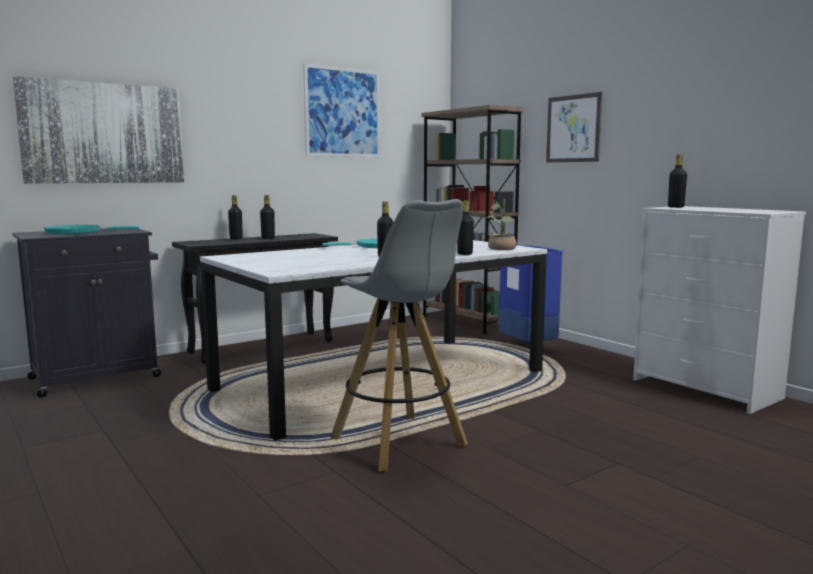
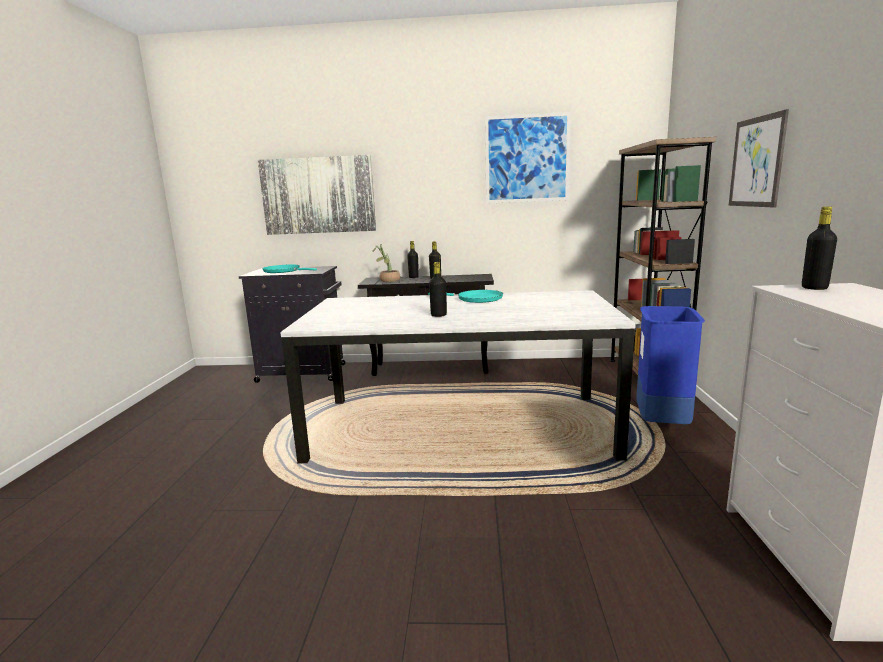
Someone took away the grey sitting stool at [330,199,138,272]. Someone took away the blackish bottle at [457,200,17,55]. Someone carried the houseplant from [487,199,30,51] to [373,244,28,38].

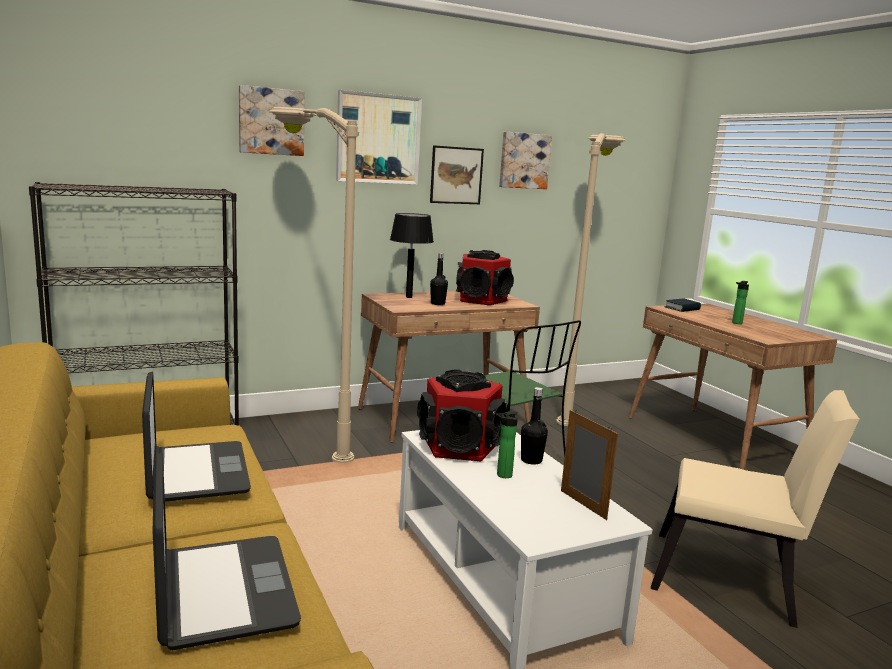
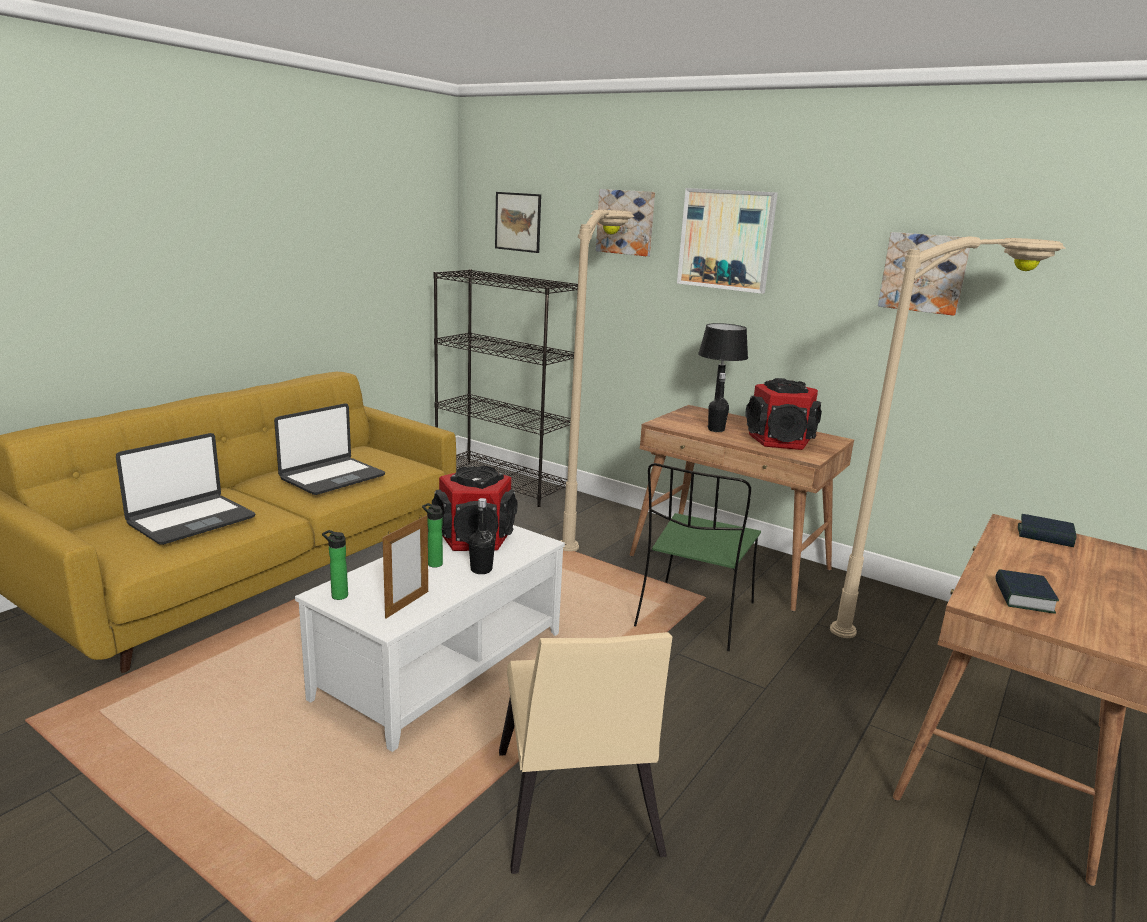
Someone put down the bound book at [995,569,64,45]. Someone carried the wall picture from [430,145,54,59] to [495,192,46,61]. Someone carried the bottle from [732,281,17,43] to [322,530,26,70].

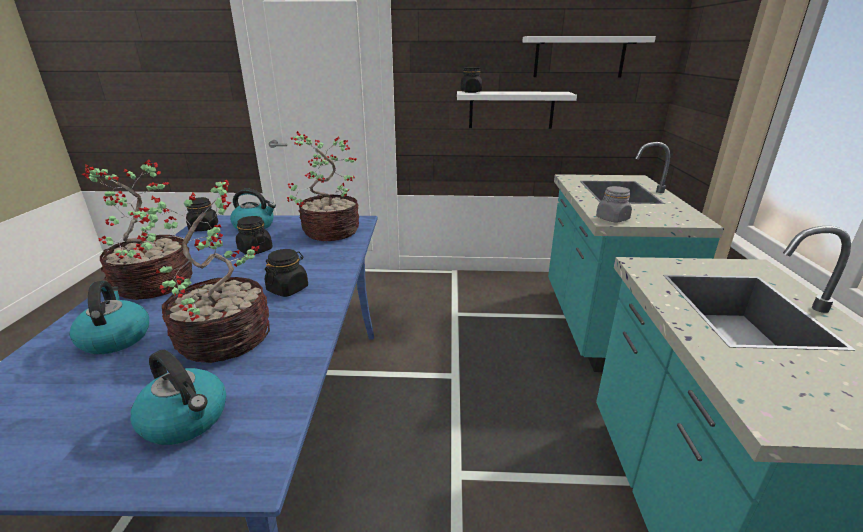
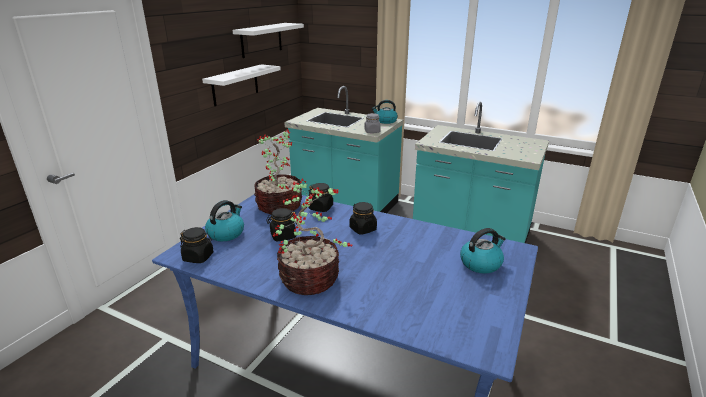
Someone took away the houseplant at [132,180,138,183]. Someone carried the tea kettle from [70,281,79,73] to [372,100,26,24]. Someone carried the blackish storage jar from [461,67,21,26] to [308,183,25,29].

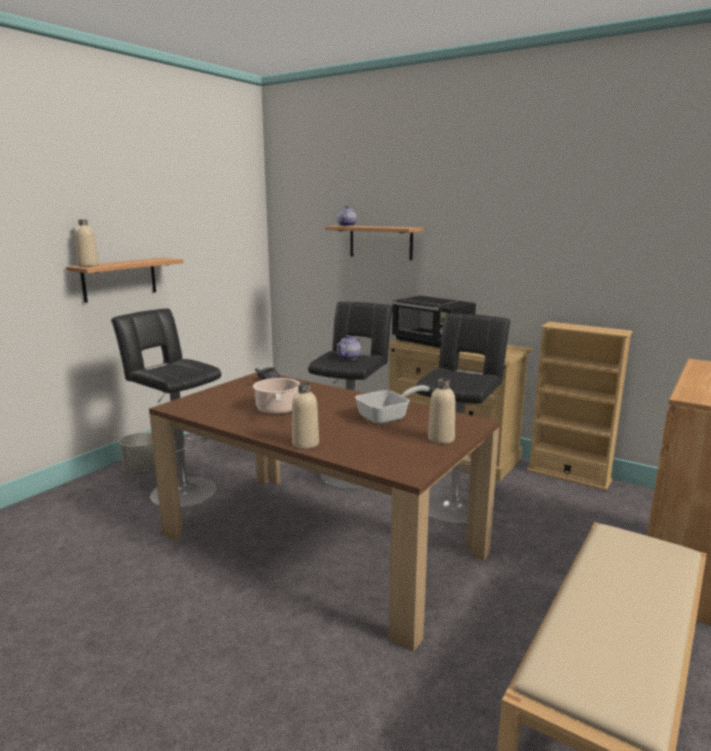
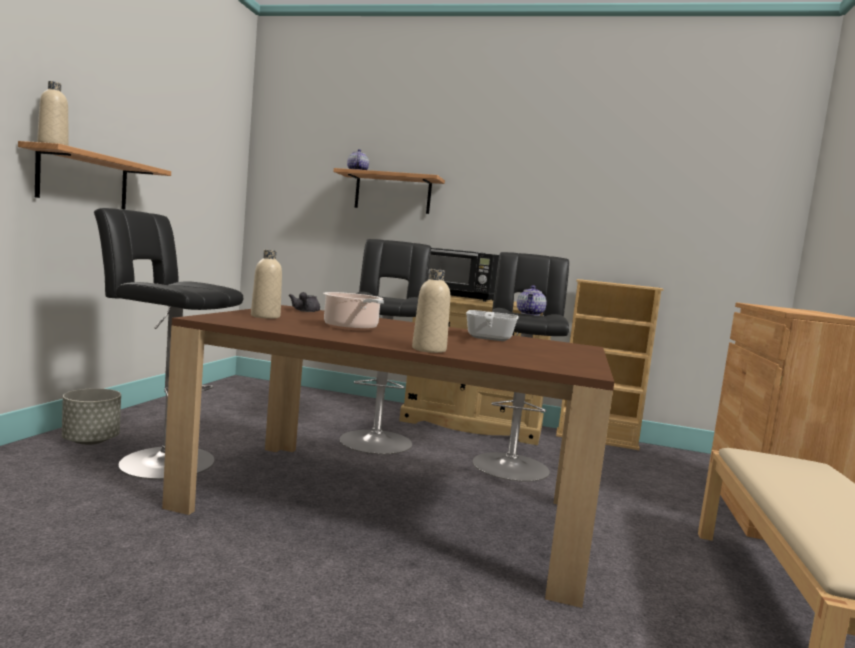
Someone carried the teapot from [337,335,24,25] to [517,285,30,31]. Someone carried the sand-coloured bottle from [428,379,27,65] to [251,250,31,69]. Someone rotated the pan at [355,385,75,39] by 150 degrees clockwise.

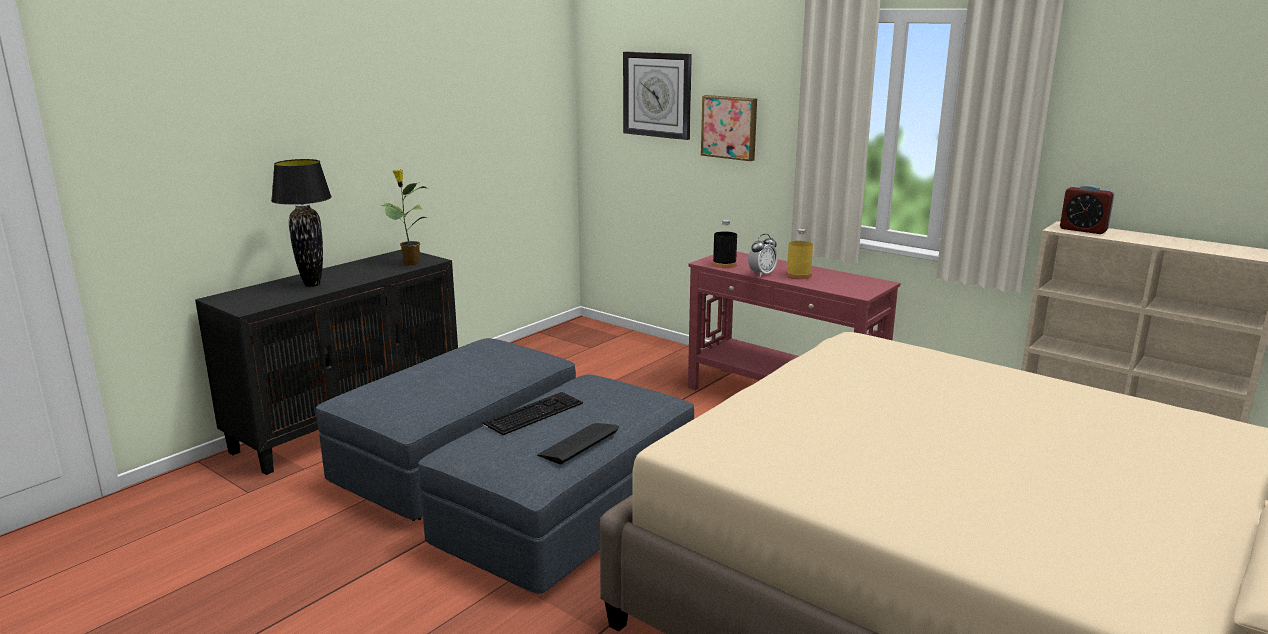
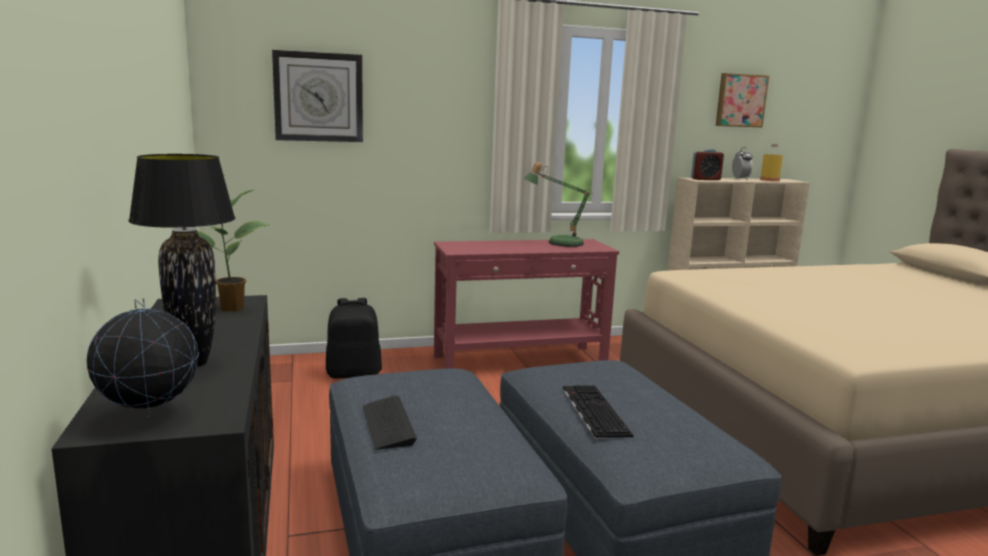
Someone took away the blackish bottle at [713,220,24,48]. Someone put down the desk globe at [87,299,112,118]. Someone put down the blackish knapsack at [326,298,56,81]. Someone put down the tabletop lamp at [524,162,68,85]. Someone carried the keyboard from [537,423,82,41] to [363,395,54,55]. Someone carried the wall picture from [701,95,56,66] to [716,73,53,55]. Someone carried the alarm clock from [748,234,30,43] to [732,147,21,32]. Someone carried the yellow bottle from [786,229,27,50] to [760,144,23,37].

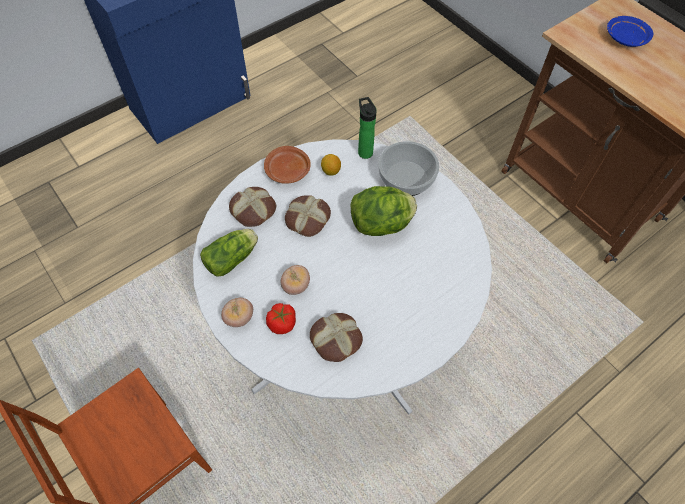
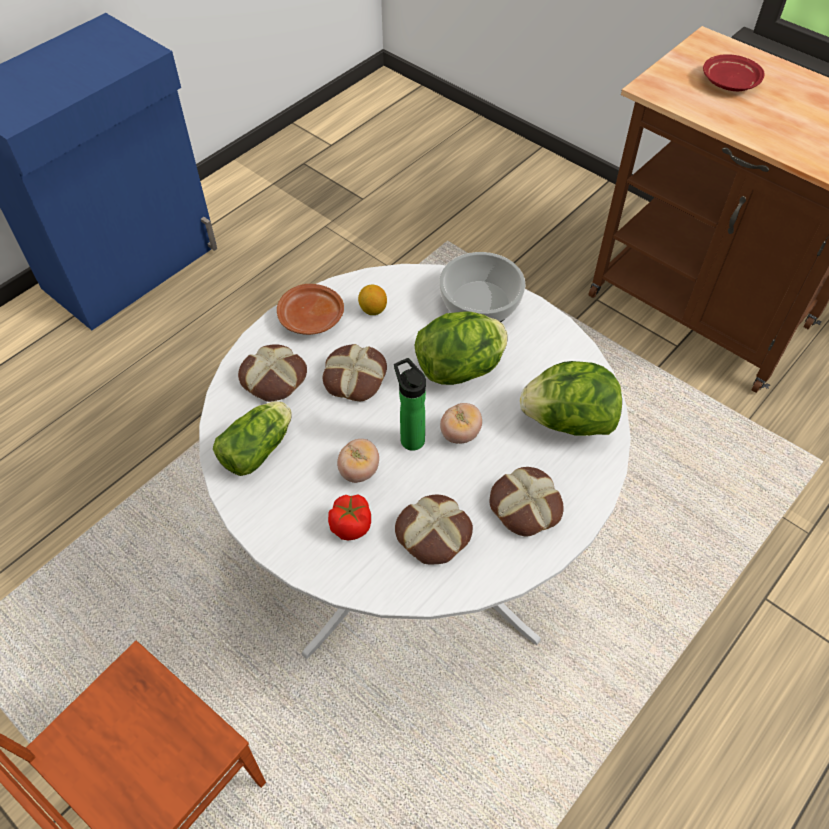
Someone put down the bread at [490,467,74,69]. Someone put down the head of lettuce at [520,361,102,75]. Someone carried the tomato from [221,298,32,29] to [440,403,42,41]. Someone carried the bottle from [358,97,19,62] to [394,358,32,93]. Someone repainted the blue-coloured plate at [607,16,46,31], which became the red plate at [703,54,62,37].

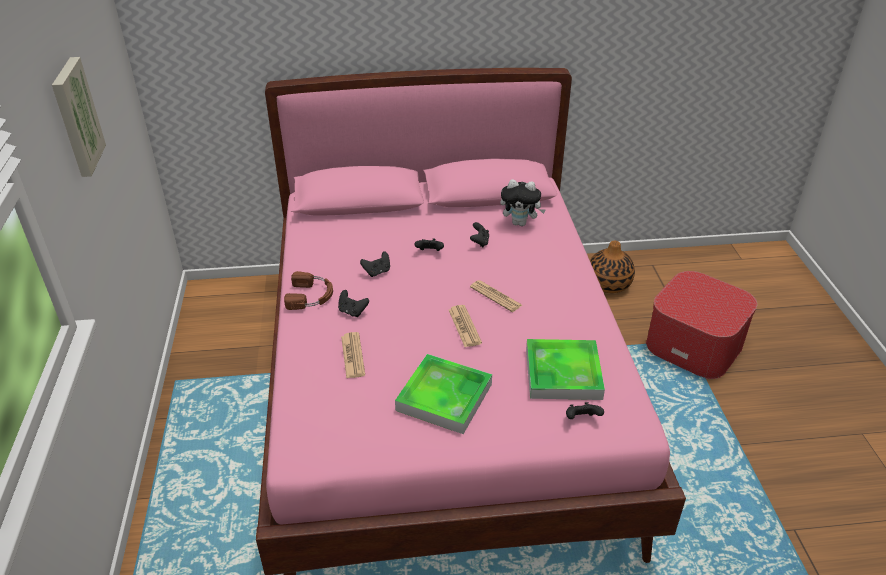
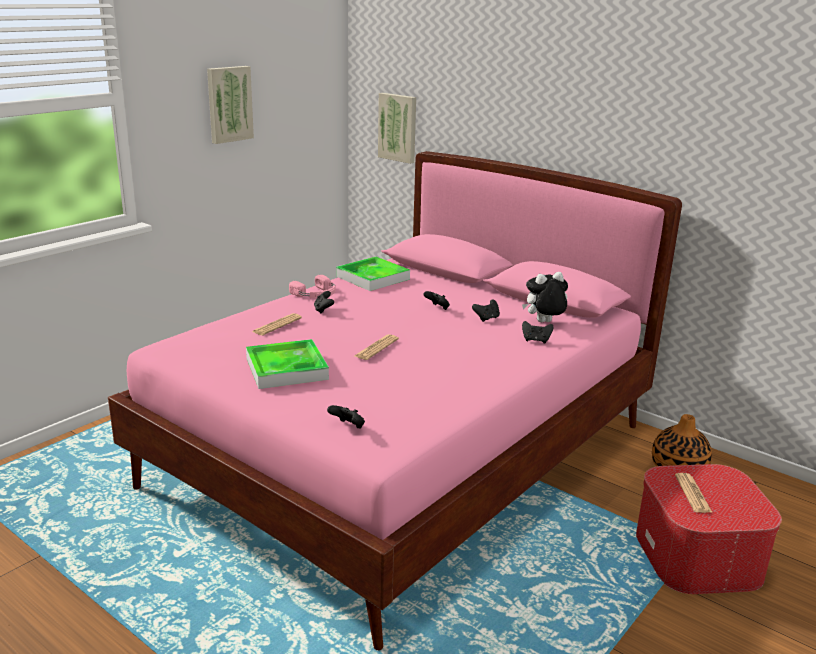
Someone put up the wall picture at [378,93,38,71]. Someone carried the blackish game controller from [360,251,30,26] to [522,321,32,22]. Someone carried the newspaper from [470,280,52,32] to [675,473,38,40]. Someone carried the serving tray from [526,339,79,61] to [336,257,74,34]. Someone repainted the brownish pair of headphones at [284,271,49,39], which became the pink-coloured pair of headphones at [289,275,47,23]. Someone rotated the plush toy at [500,179,46,47] by 105 degrees clockwise.

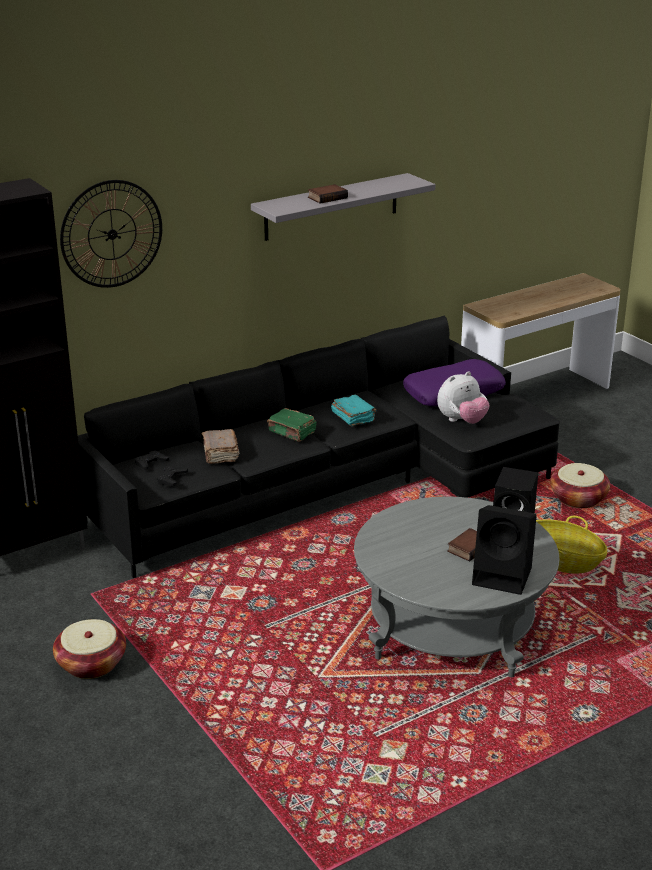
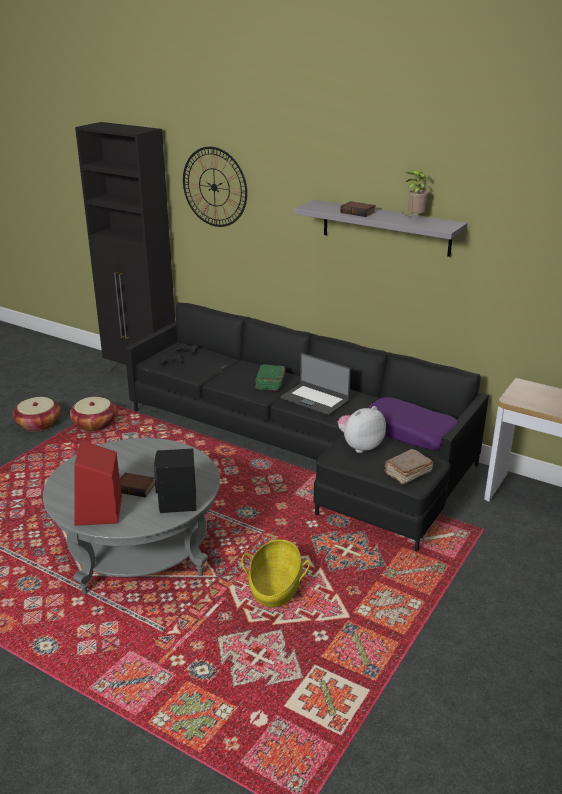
Someone put down the houseplant at [406,170,23,46]. Someone carried the brownish bound book from [202,429,37,35] to [384,449,49,36]. Someone carried the storage basket from [550,463,60,45] to [70,397,47,34]. Someone swapped the turquoise bound book at [331,395,46,31] for the portable computer at [280,353,71,62]. Someone repainted the blackish speaker at [472,505,65,90], which became the red speaker at [74,440,48,86]. Someone rotated the plush toy at [437,371,53,53] by 120 degrees clockwise.

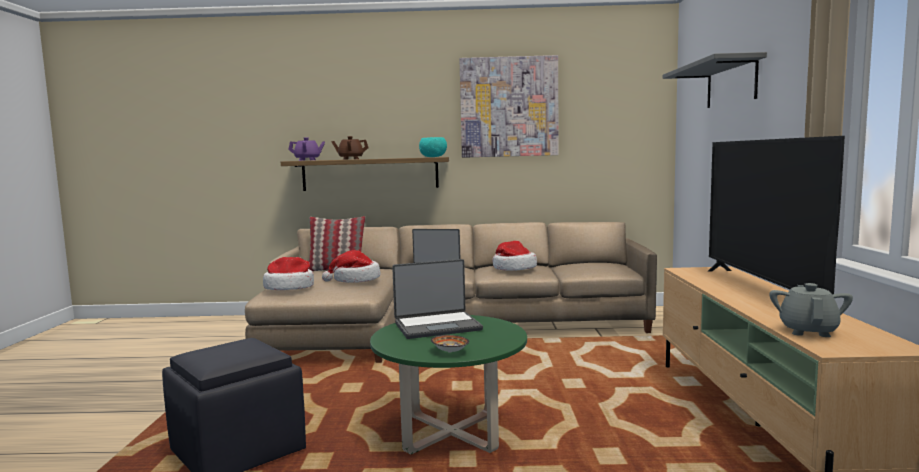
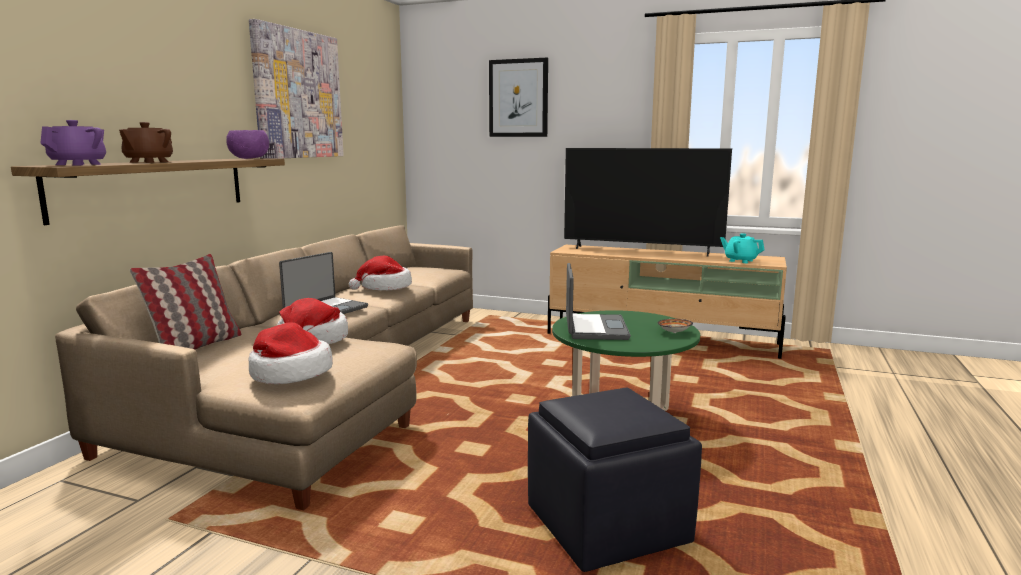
Someone swapped the grey bracket shelf at [663,52,104,56] for the wall picture at [489,58,59,79]. Someone repainted the turquoise bowl at [419,137,28,20], which became the purple bowl at [226,130,43,29]. Someone repainted the grey teapot at [769,283,84,54], which became the turquoise teapot at [720,233,45,30].

